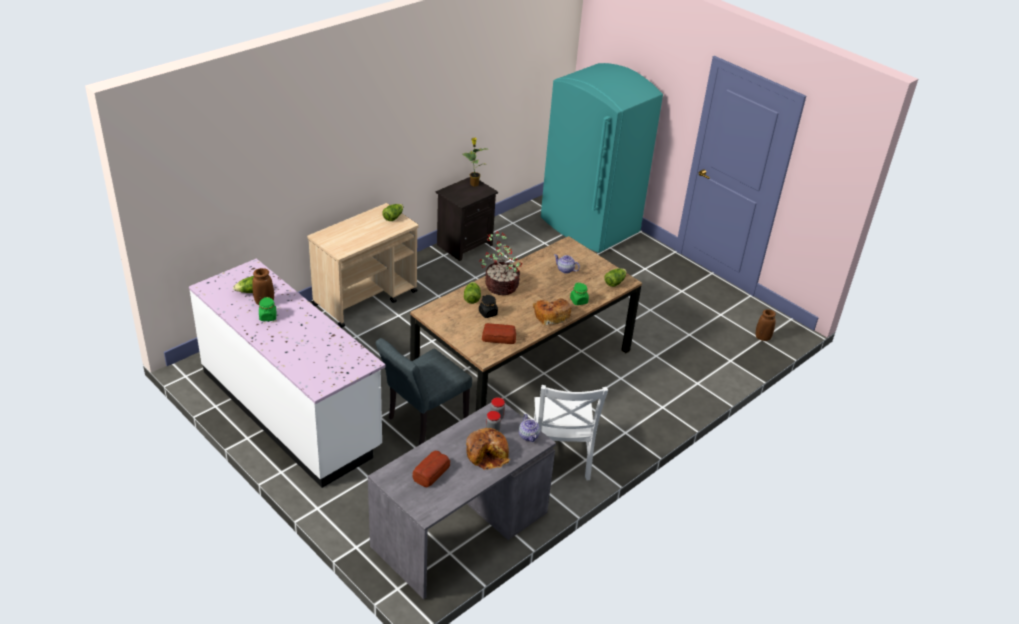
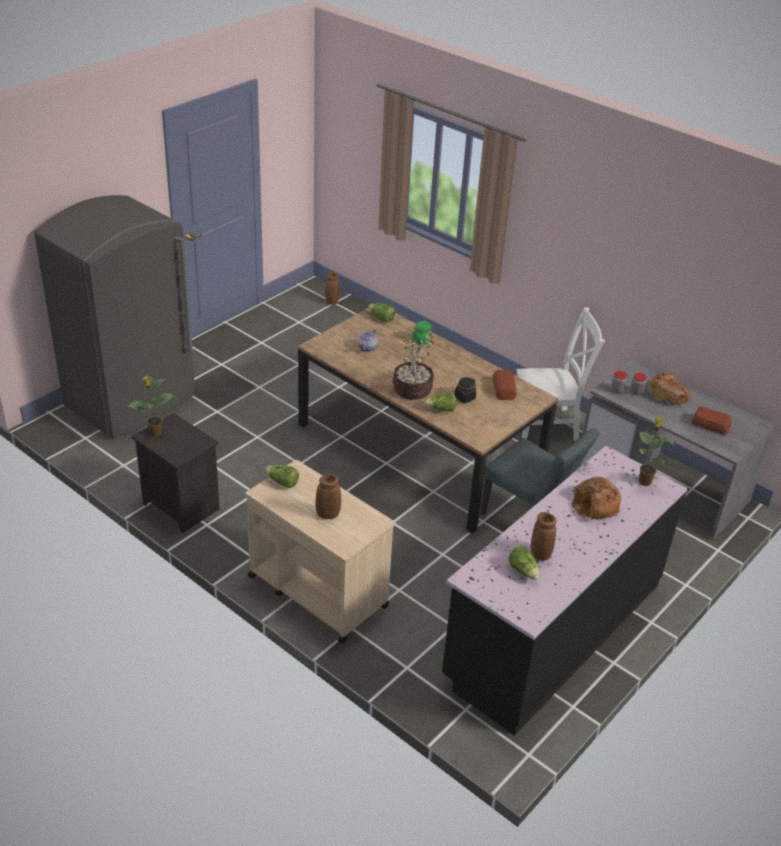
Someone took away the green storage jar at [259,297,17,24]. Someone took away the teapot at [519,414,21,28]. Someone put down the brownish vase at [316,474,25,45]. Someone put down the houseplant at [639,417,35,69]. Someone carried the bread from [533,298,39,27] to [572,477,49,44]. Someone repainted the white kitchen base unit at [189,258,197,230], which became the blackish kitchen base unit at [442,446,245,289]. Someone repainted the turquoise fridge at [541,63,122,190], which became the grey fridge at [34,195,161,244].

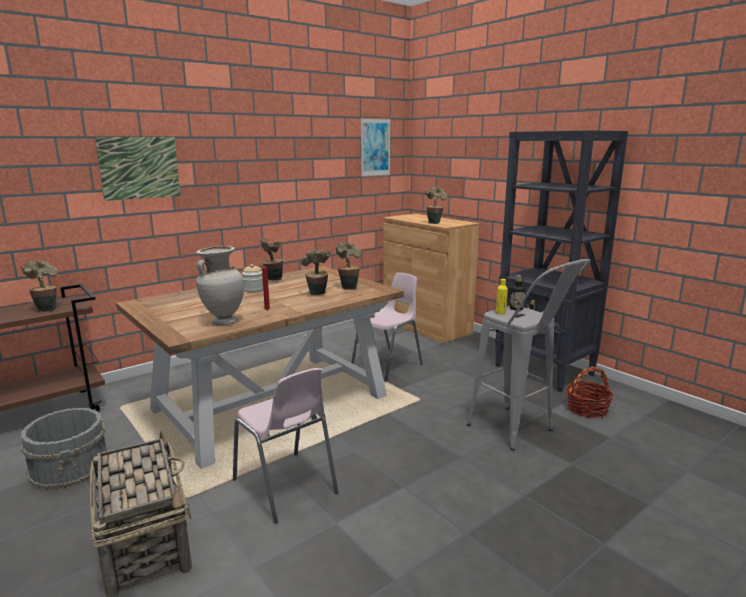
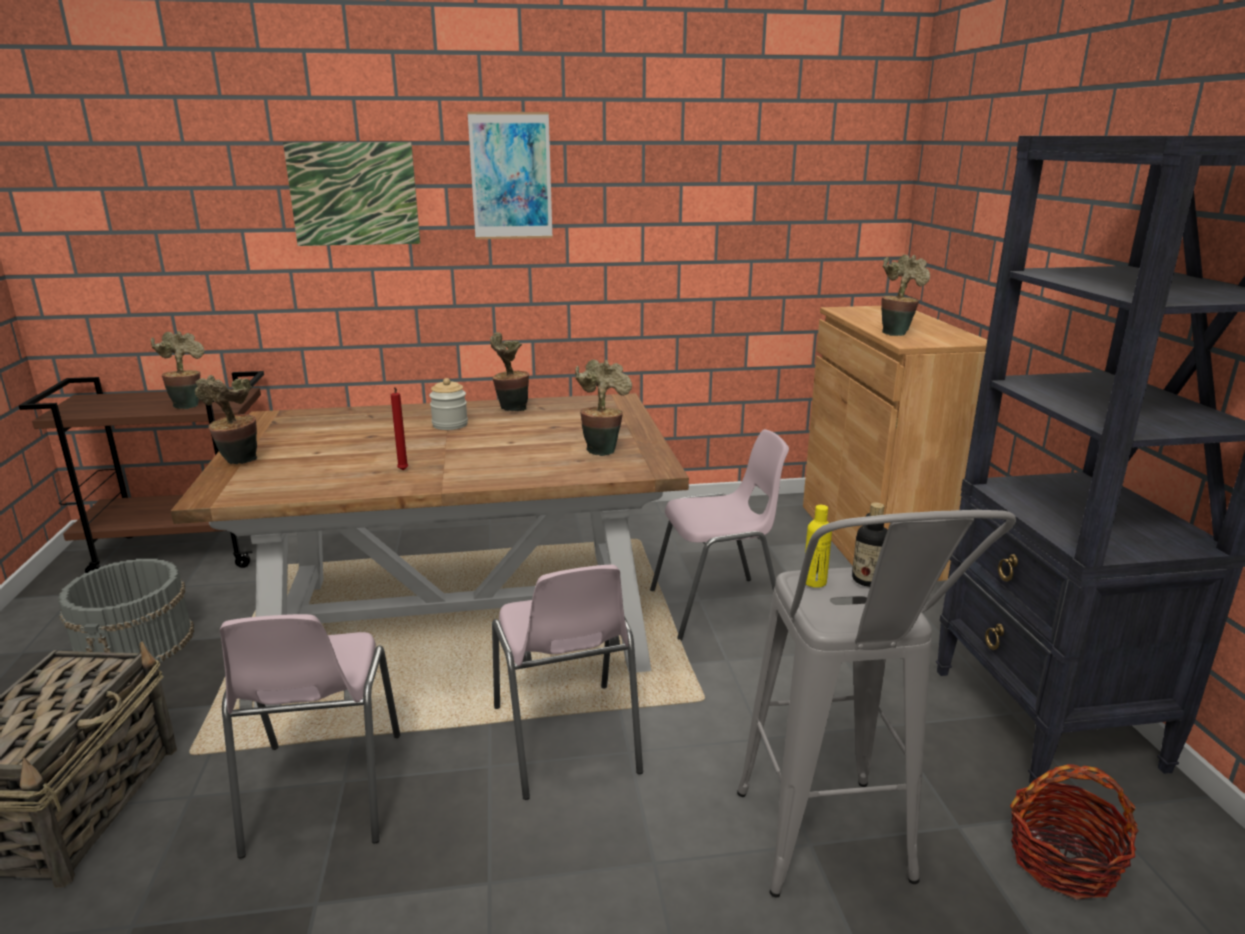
Someone took away the sand-coloured vase at [196,246,48,80]. Someone put down the pink-coloured plain chair at [492,565,151,235]. Someone carried the houseplant from [301,249,29,46] to [195,375,62,89]. Someone carried the wall picture from [361,118,30,59] to [467,112,86,127].

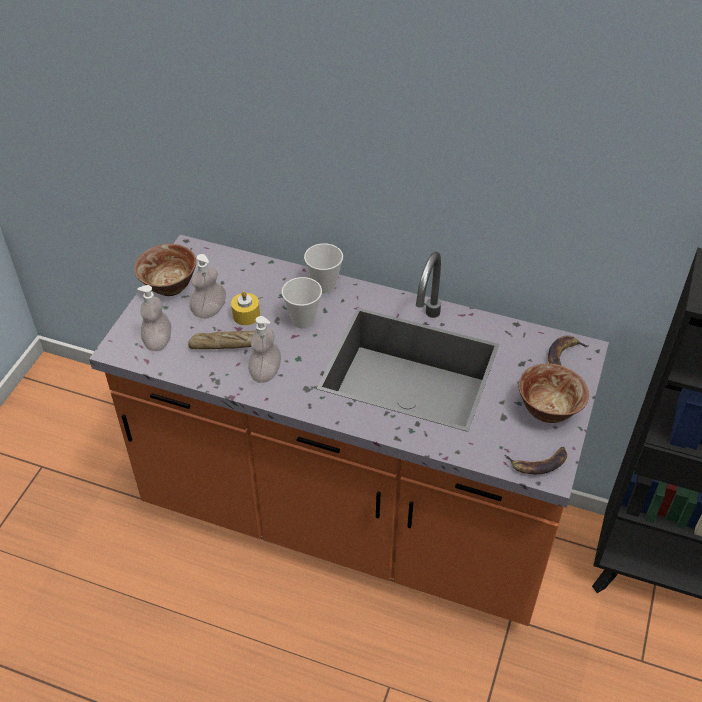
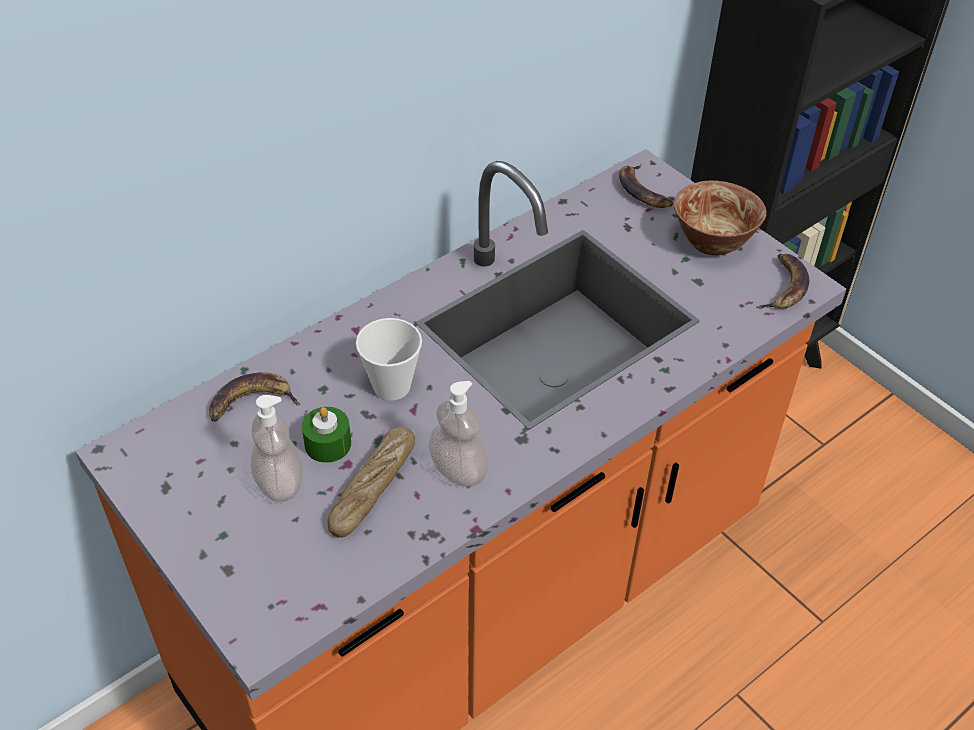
Someone took away the bowl at [134,244,62,52]. Someone took away the soap dispenser at [137,285,34,66]. Someone took away the small cup at [304,243,39,50]. Someone put down the banana at [209,372,91,50]. Someone repainted the yellow candle at [231,291,29,34], which became the green candle at [302,407,49,56].

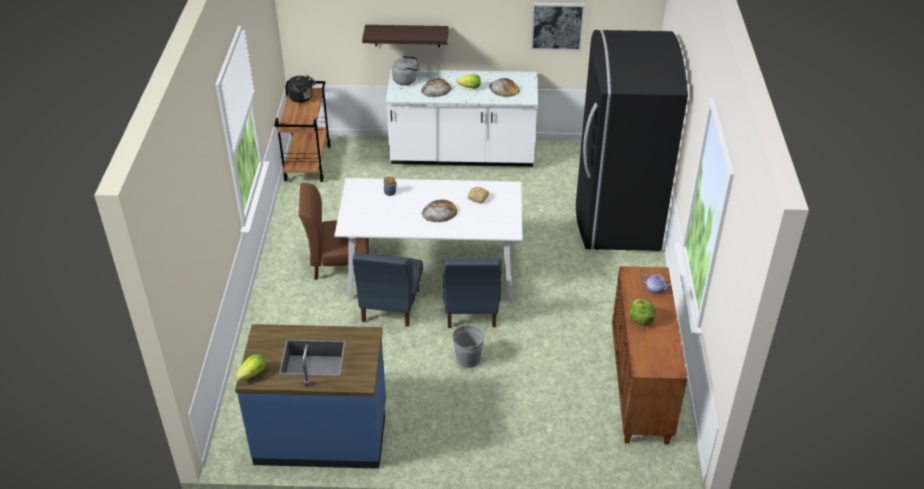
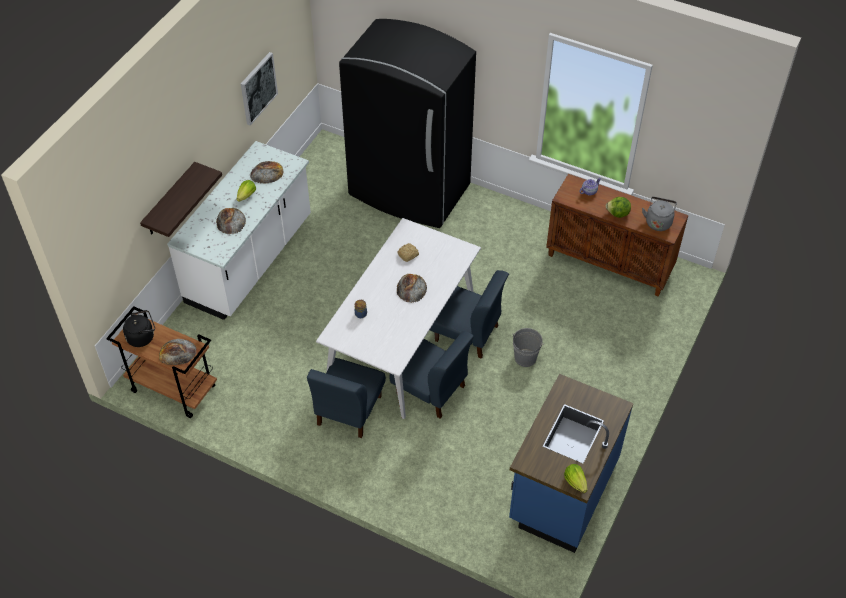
Someone put down the bread at [159,339,38,26]. Someone carried the grey tea kettle from [392,56,27,29] to [642,197,35,34]. Someone repainted the brownish plain chair at [299,183,70,97], which became the blue-coloured plain chair at [307,358,79,80].

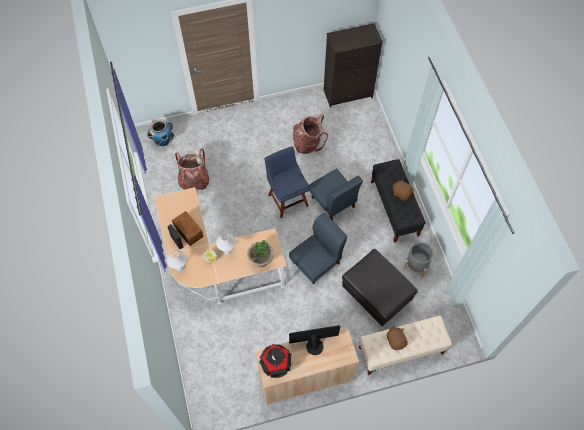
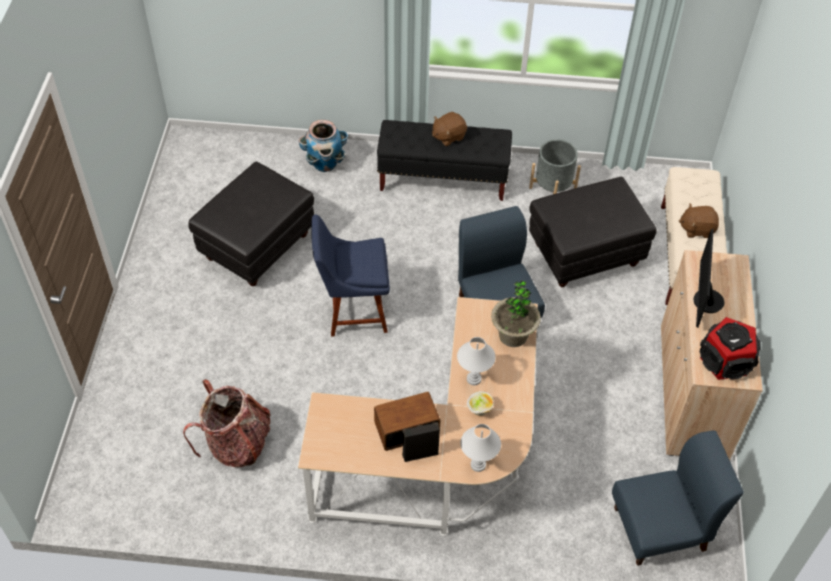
Someone took away the blackish drawer chest at [324,23,59,85]. Someone carried the flower pot from [146,119,28,27] to [298,120,50,52]. Someone carried the blue-coloured plain chair from [309,169,54,52] to [612,430,132,136]. Someone swapped the knapsack at [293,114,35,40] for the blackish footrest at [188,162,126,124].

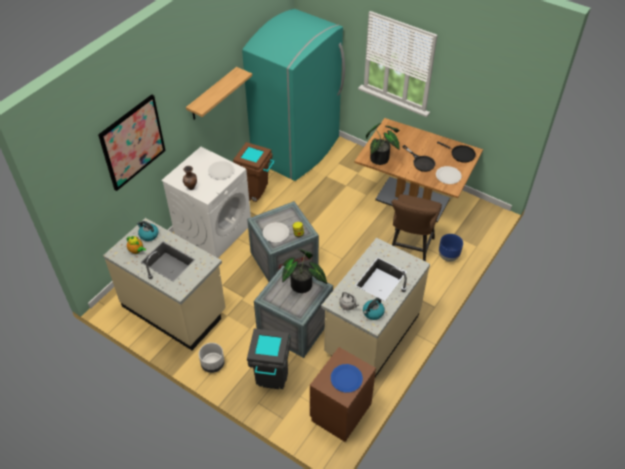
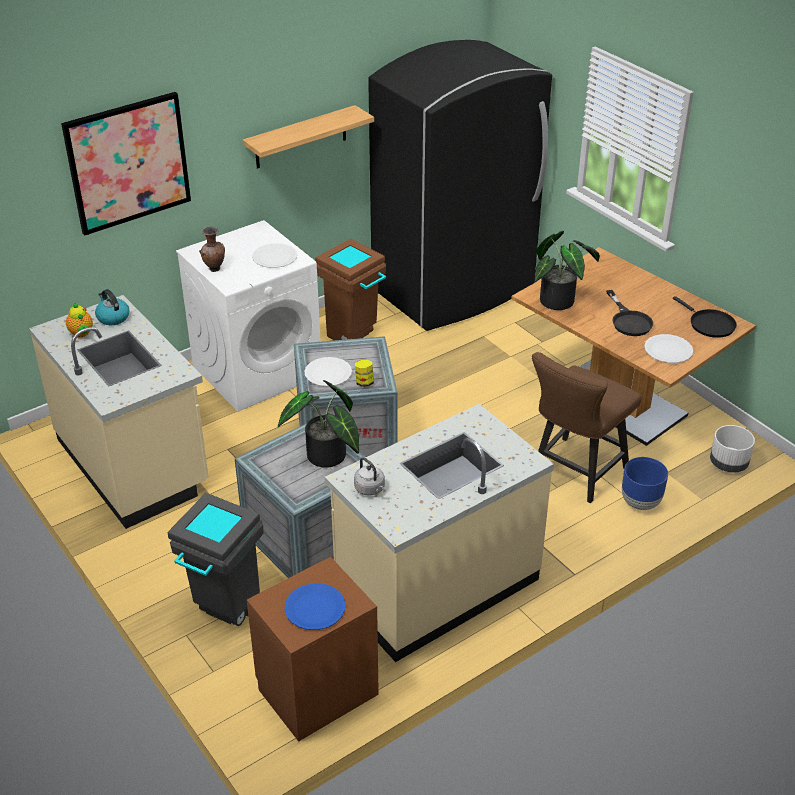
Someone took away the tea kettle at [363,298,22,22]. Someone carried the white flower pot from [199,343,26,30] to [710,425,45,47]. Someone repainted the turquoise fridge at [242,9,103,172], which became the blackish fridge at [368,40,184,291].

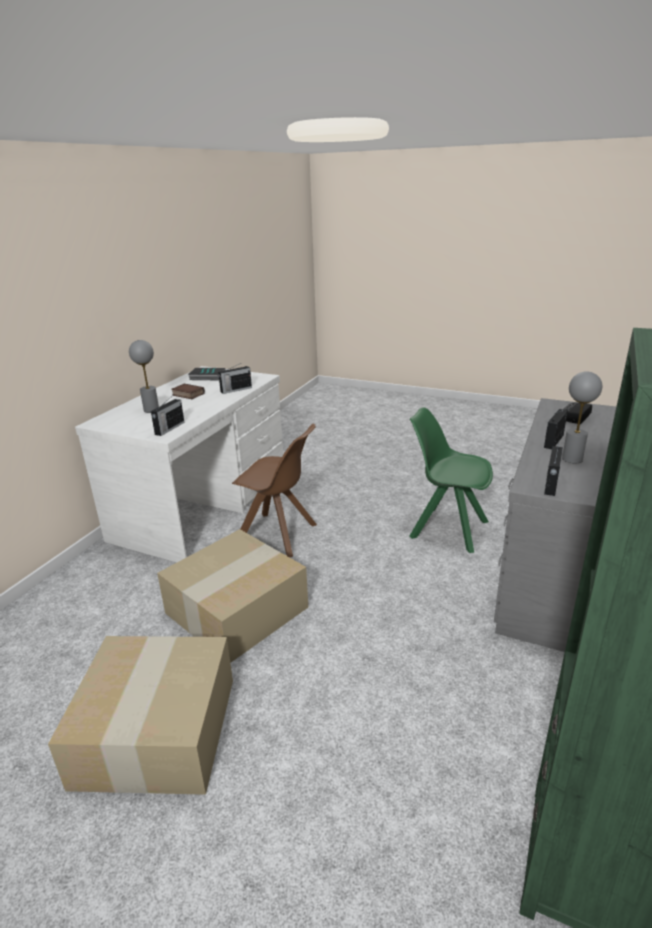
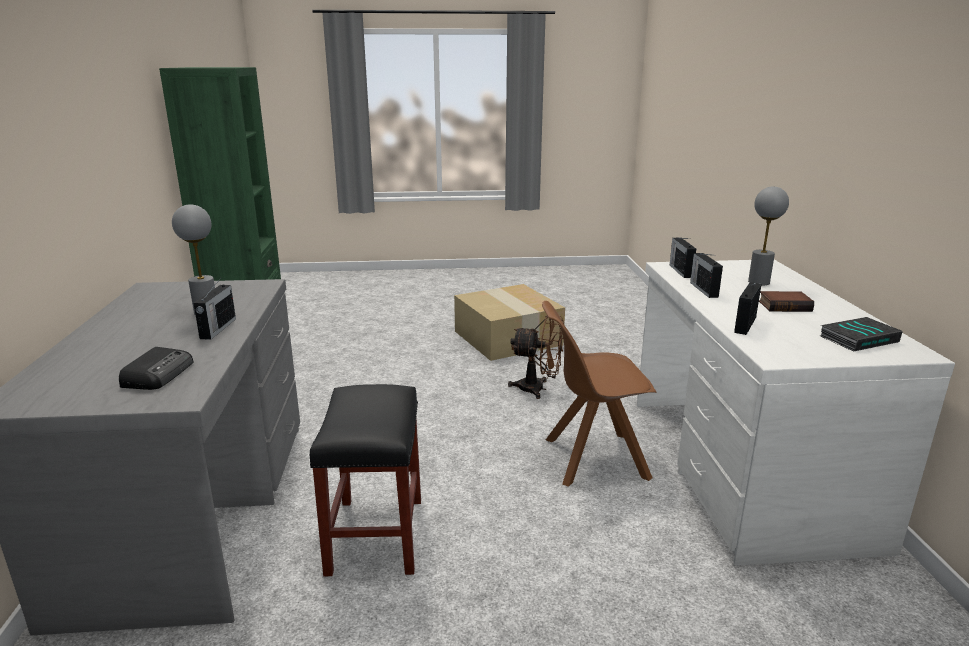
Someone carried the radio receiver from [544,444,19,52] to [690,253,33,45]. Someone swapped the cardboard box at [157,529,151,134] for the brownish electric fan at [508,316,56,83]. Someone swapped the green plain chair at [410,407,83,146] for the blackish sitting stool at [310,384,111,192].

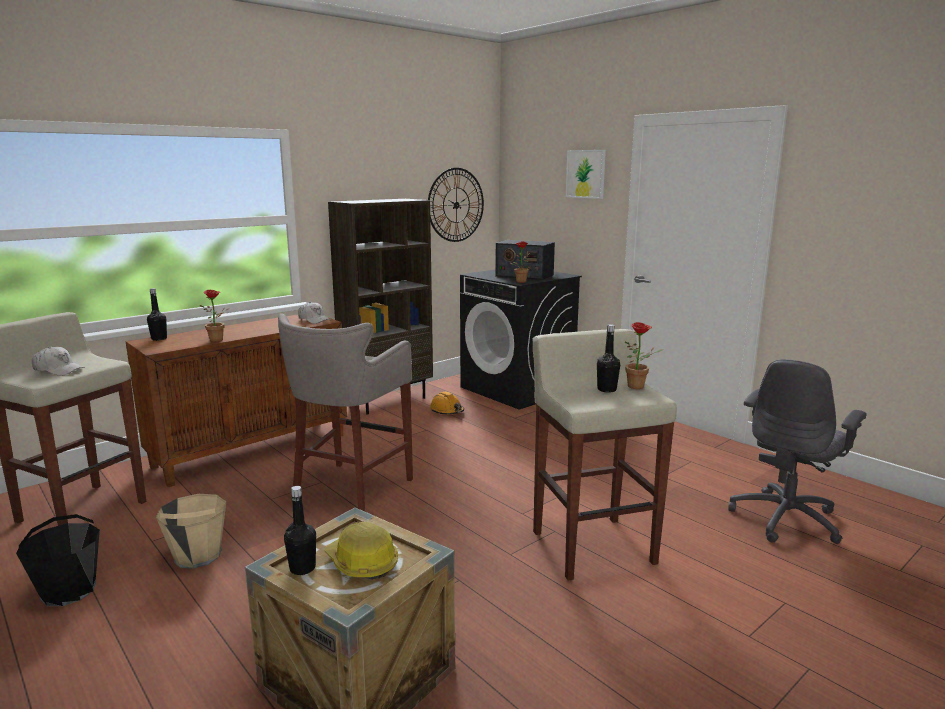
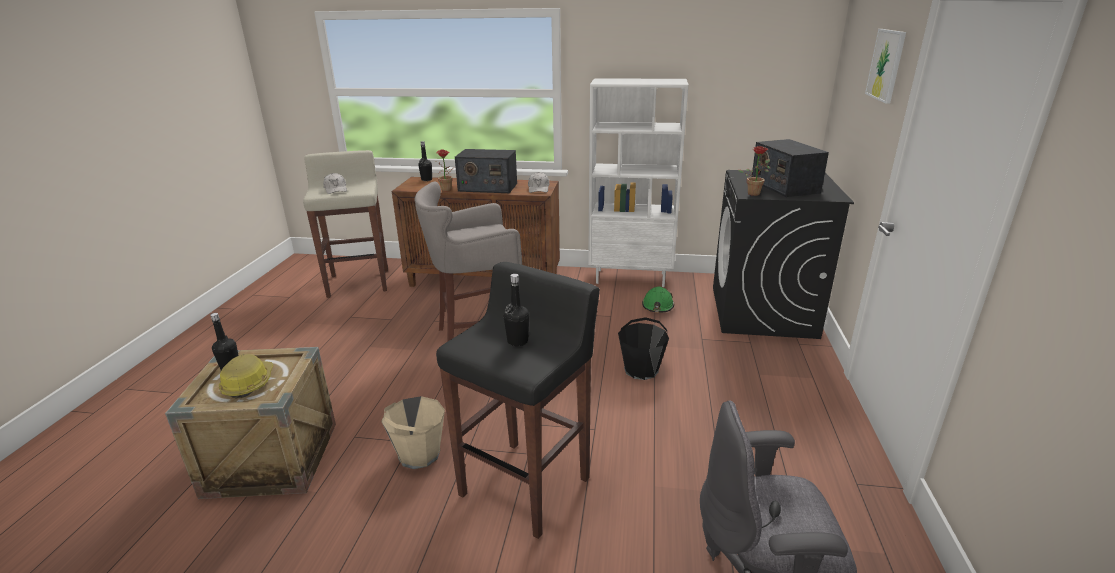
Someone took away the clock on the wall at [428,168,56,74]. Someone took away the houseplant at [625,322,39,67]. Someone put down the radio receiver at [455,149,62,44]. Someone carried the blackish bucket from [16,514,84,92] to [618,317,51,63]. Someone carried the sand-coloured bucket from [156,494,70,75] to [381,396,64,73]. Someone repainted the brownish shelving unit at [328,199,105,216], which became the white shelving unit at [588,78,101,209]. Someone repainted the orange-coloured work helmet at [430,392,34,23], which became the green work helmet at [642,287,32,26]. Someone repainted the sand-coloured sitting stool at [532,329,145,252], which became the blackish sitting stool at [436,262,164,277].

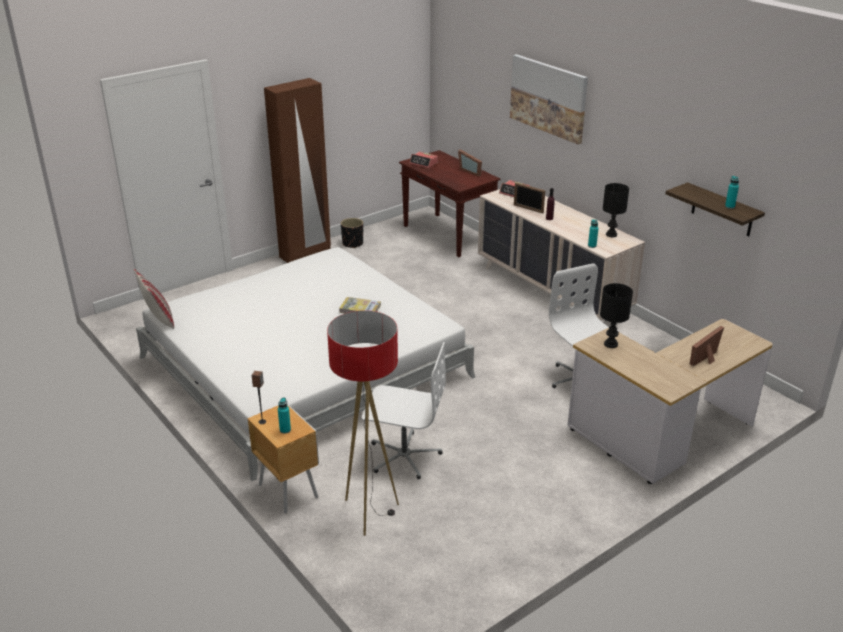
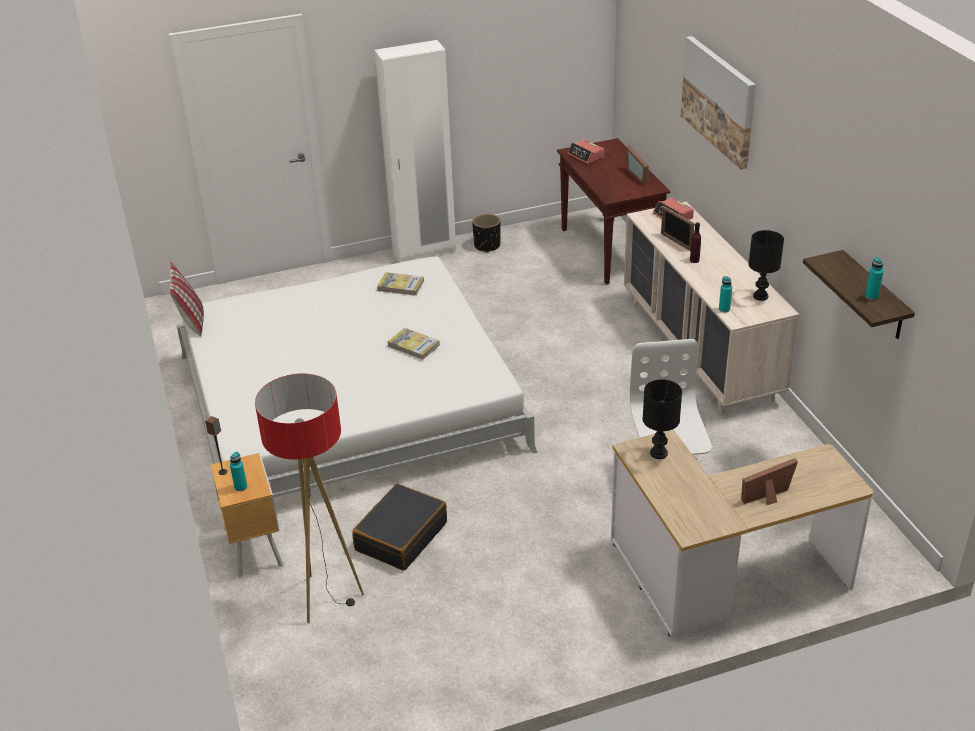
Someone put down the bound book at [377,272,47,24]. Someone swapped the white computer chair at [362,342,84,137] for the blackish suitcase at [352,484,95,87]. Someone repainted the brownish wardrobe at [264,78,67,185], which became the white wardrobe at [375,40,81,223].

